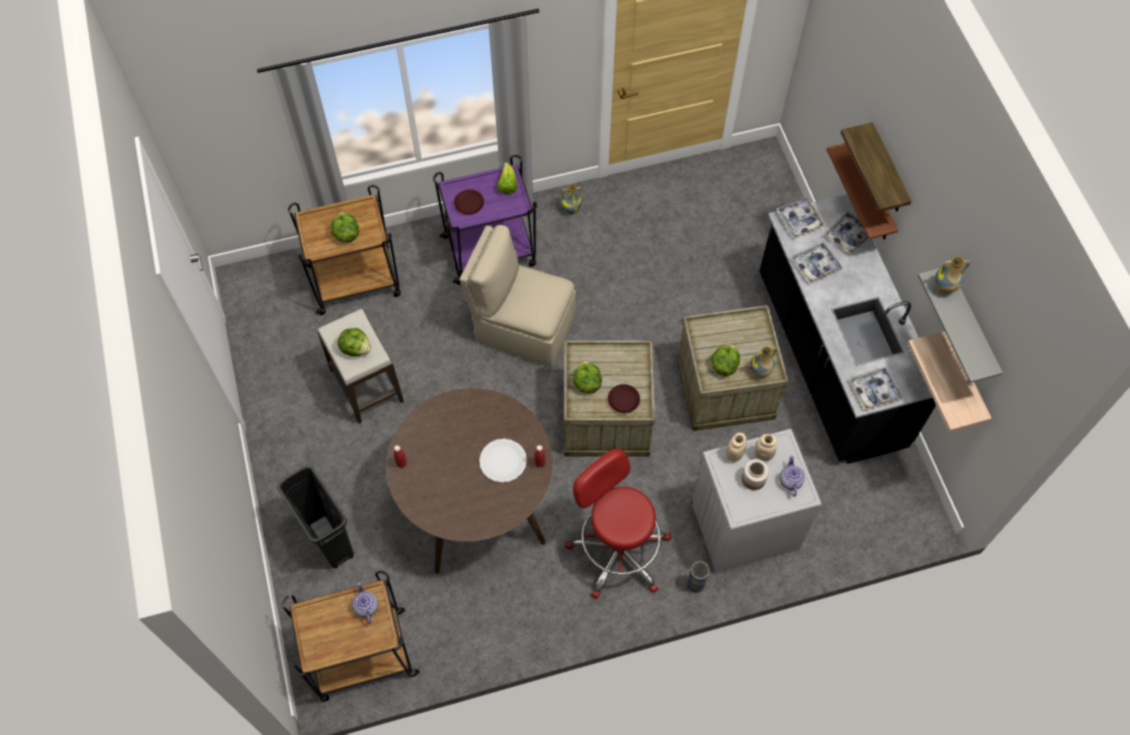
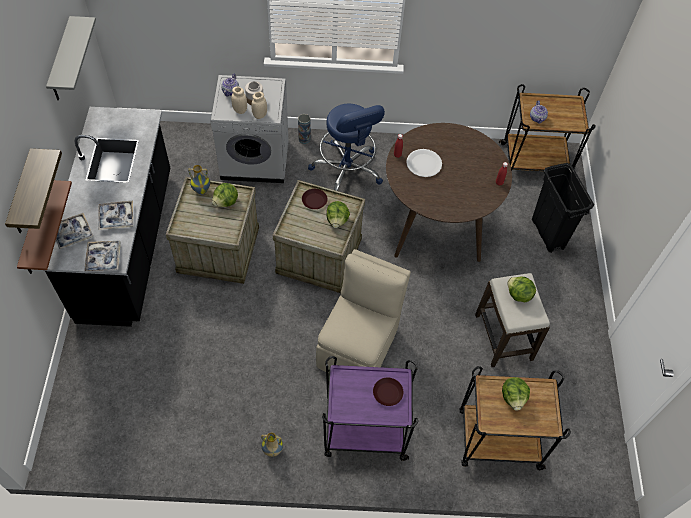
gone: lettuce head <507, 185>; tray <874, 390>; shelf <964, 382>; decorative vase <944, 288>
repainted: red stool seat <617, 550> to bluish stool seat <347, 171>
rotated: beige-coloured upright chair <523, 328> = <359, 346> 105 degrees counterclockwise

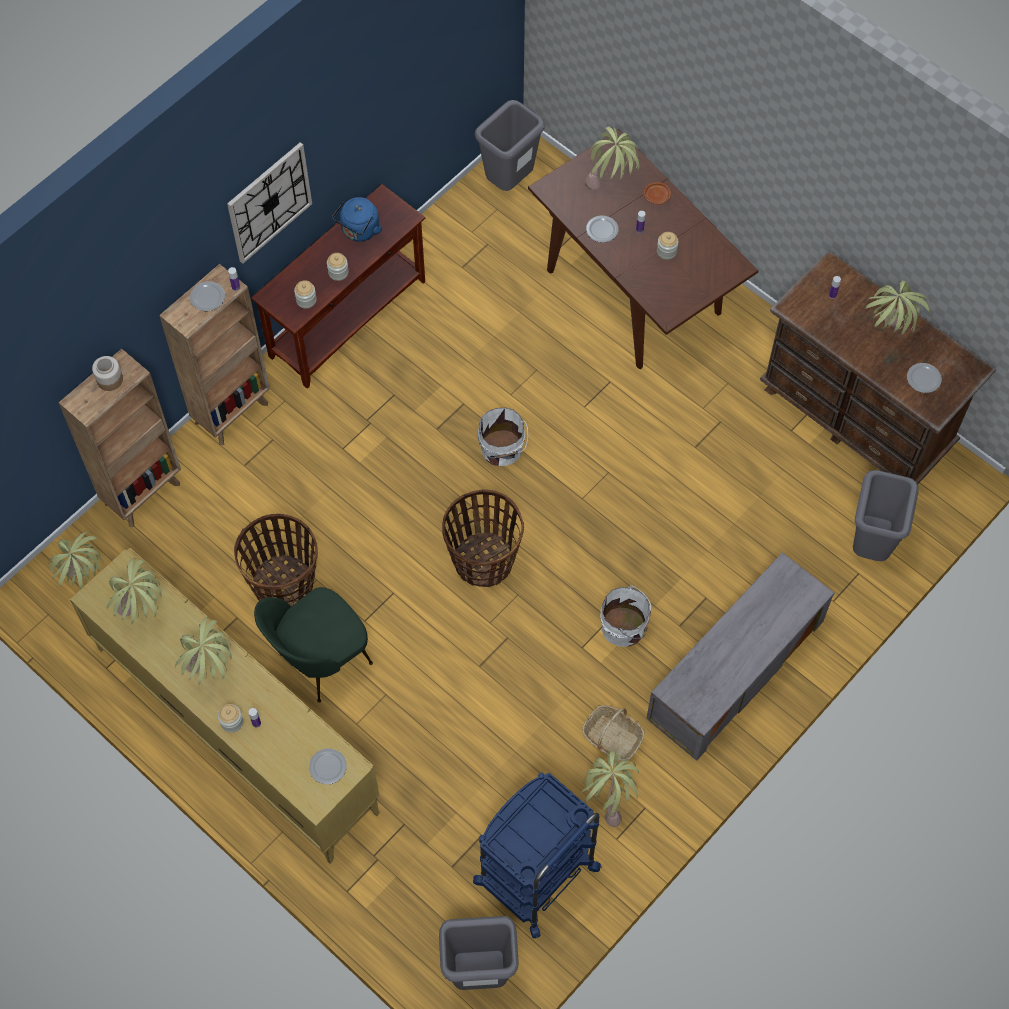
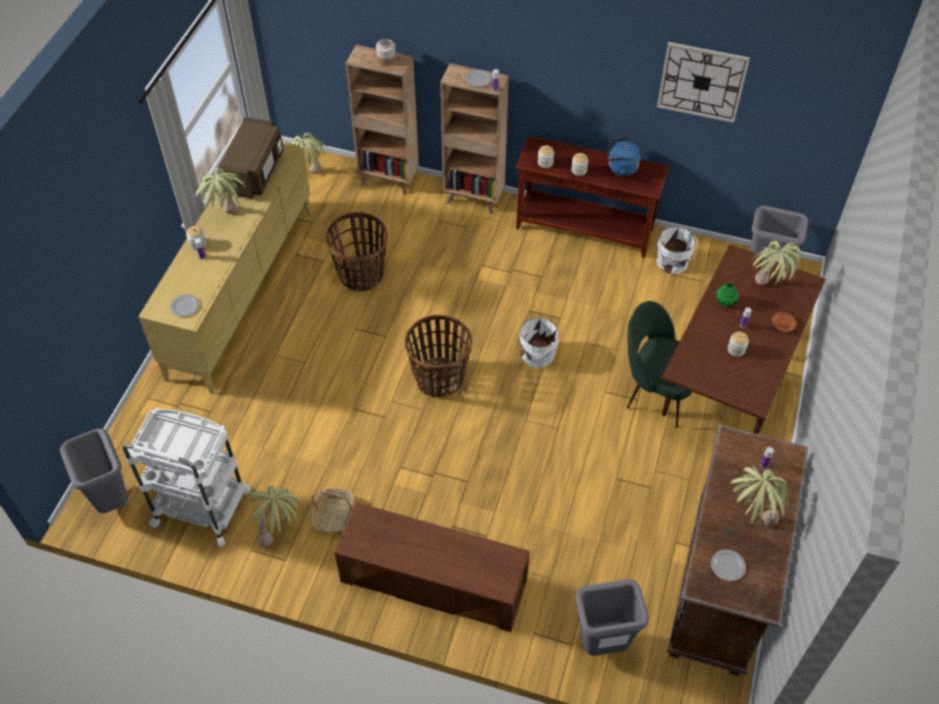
shifted: clock on the wall <269, 202> to <702, 82>; greenish upright chair <319, 663> to <655, 395>; white-coloured bucket <625, 627> to <672, 263>
swapped: plant in a pot <144, 617> to brown kitchen microwave <255, 173>; plate <602, 230> to greenish decorative vase <724, 302>
repainted: bluish trolley <536, 874> to white-coloured trolley <202, 507>; gray indoor bench <736, 671> to brown indoor bench <432, 582>

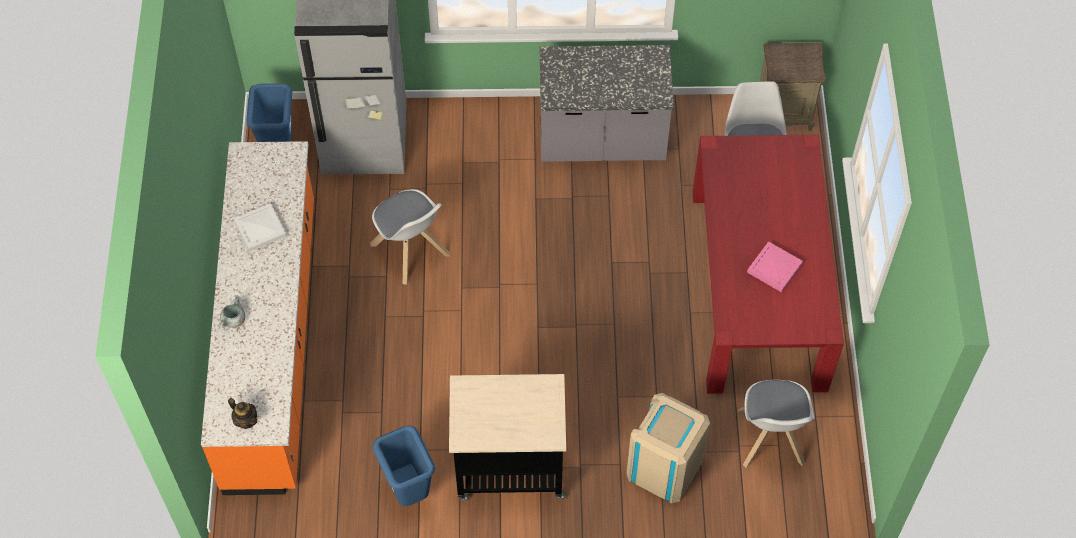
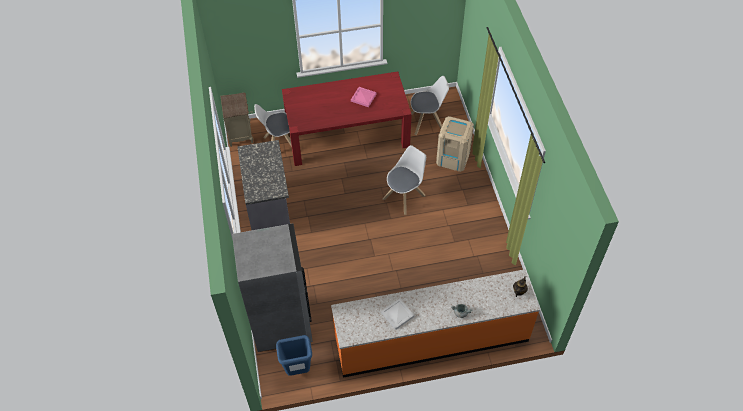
gone: bluish trash can <408, 491>; blackish trolley <509, 468>
shifted: upright chair <411, 251> to <405, 196>

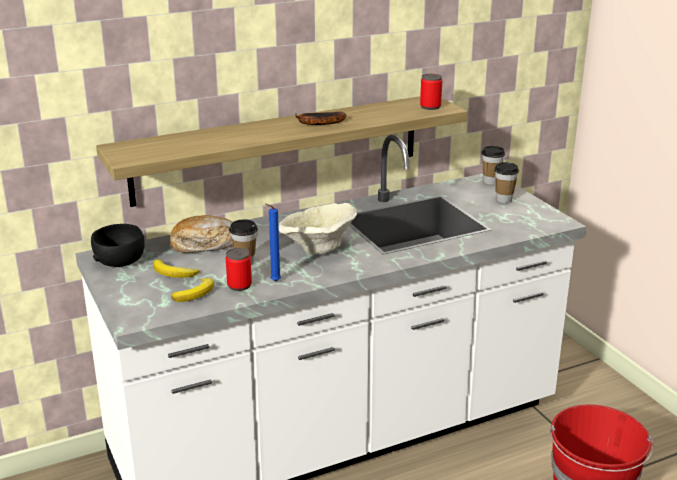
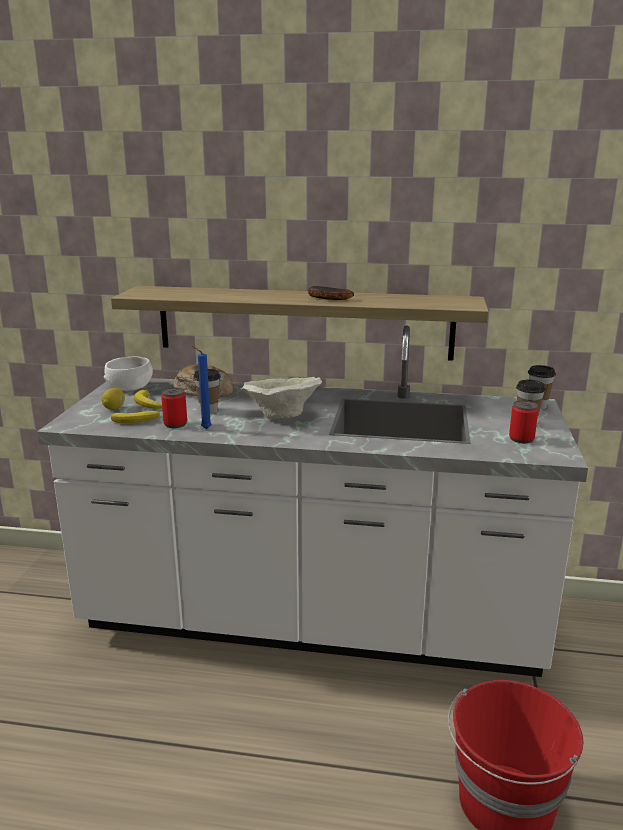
new: whole lemon <114, 408>
shifted: sealed can <430, 107> to <521, 439>
repainted: blackish bowl <120, 260> to white-coloured bowl <130, 387>

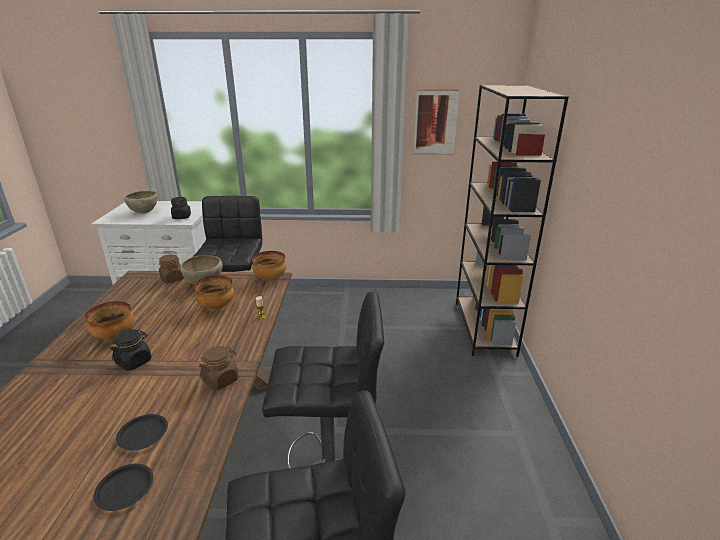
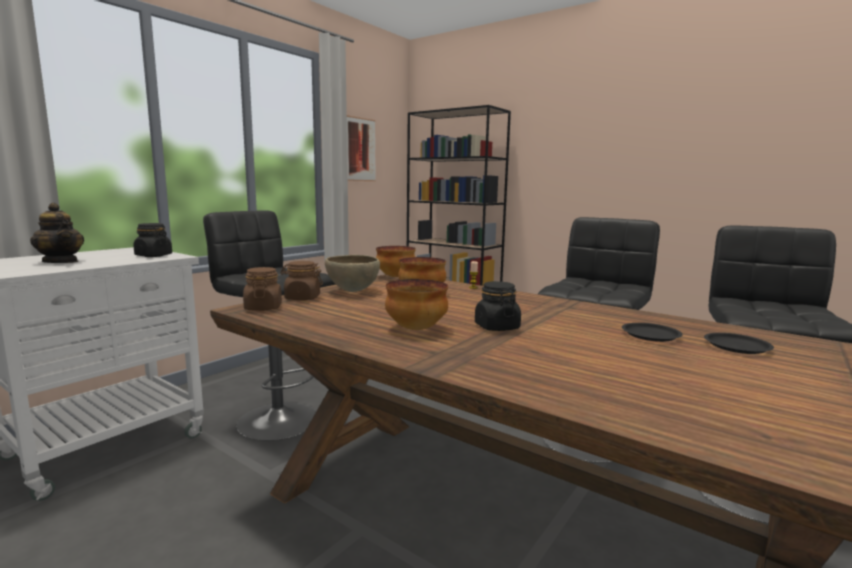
shifted: brown preserve jar <221, 380> to <263, 308>
swapped: brown bowl <144, 212> to tea pot <61, 262>

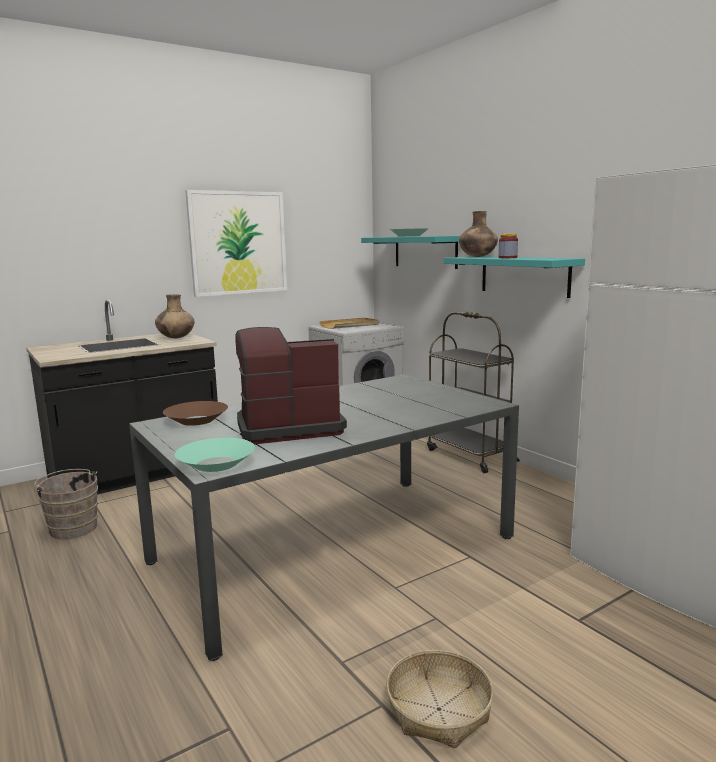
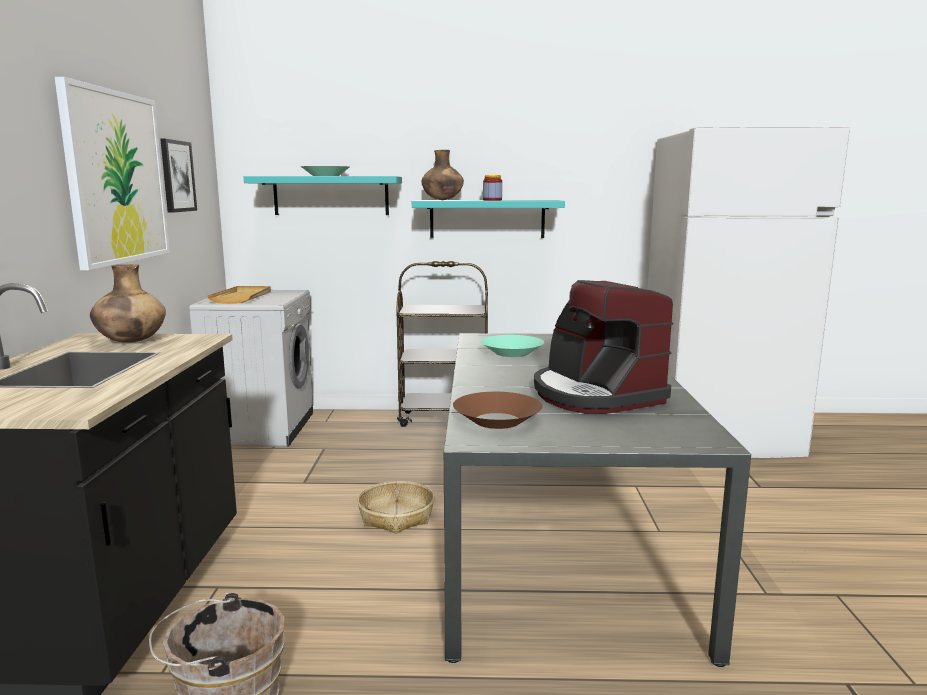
new: wall picture <177, 176>
shifted: turquoise-coloured bowl <216, 464> to <512, 353>; storage basket <438, 710> to <396, 516>
rotated: coffee brewer <287, 427> = <595, 394> 45 degrees counterclockwise

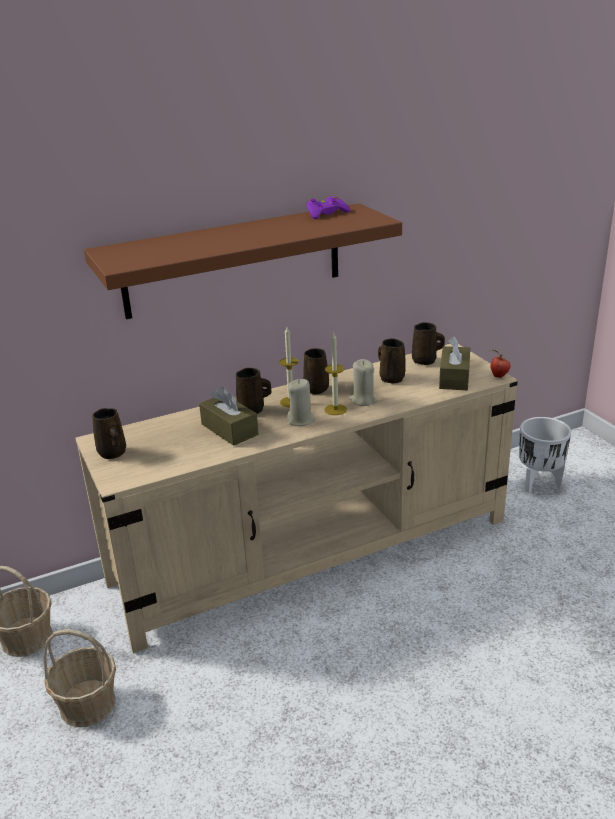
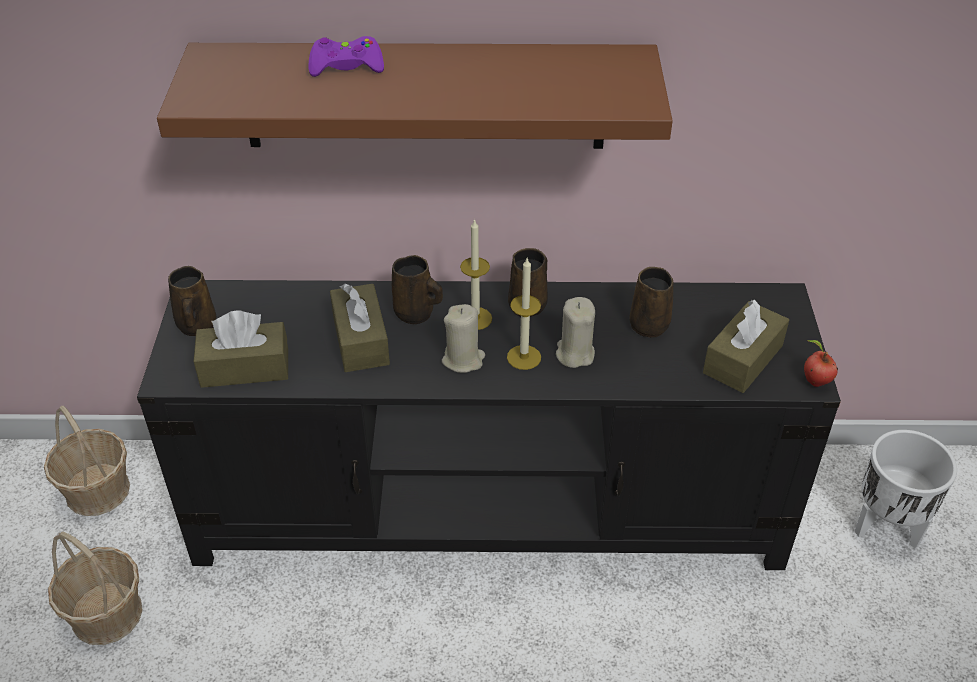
gone: brown coffee mug <425, 361>
new: brown tissue box <245, 368>
shifted: purplish gamepad <326, 213> to <346, 66>
repainted: beige-coloured tv stand <314, 551> to blackish tv stand <491, 508>

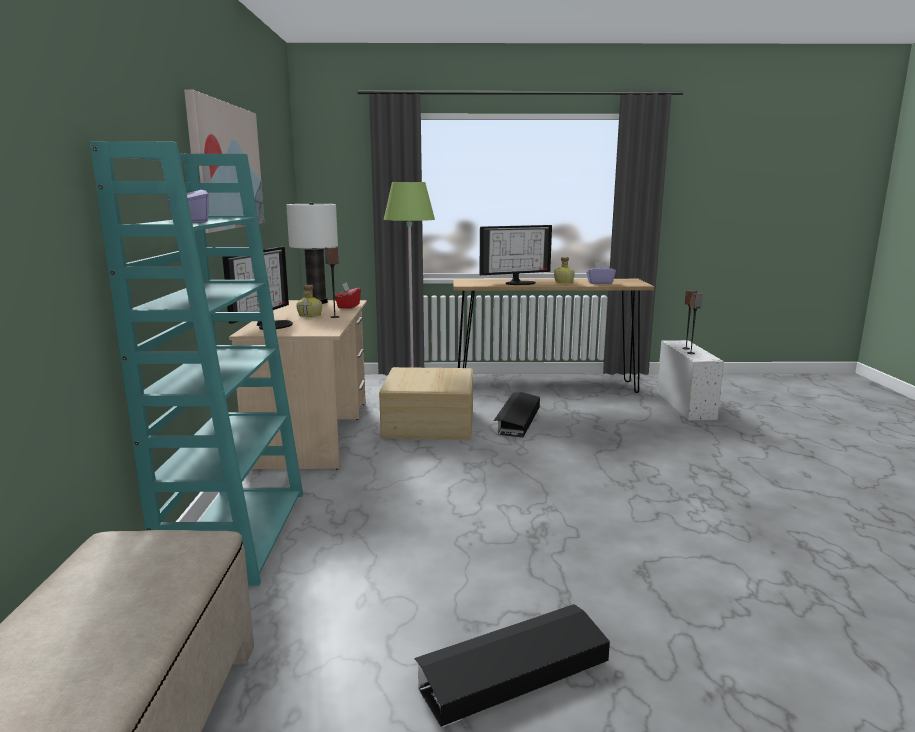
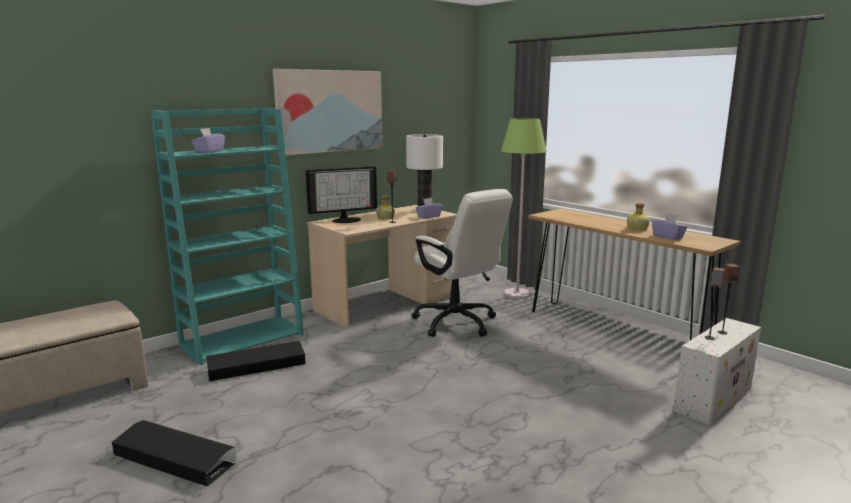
gone: monitor <519, 283>
shifted: blackish storage box <517, 420> to <256, 366>
swapped: beige-coloured storage box <429, 423> to white-coloured computer chair <458, 324>
repainted: red tissue box <348, 306> to purplish tissue box <428, 216>

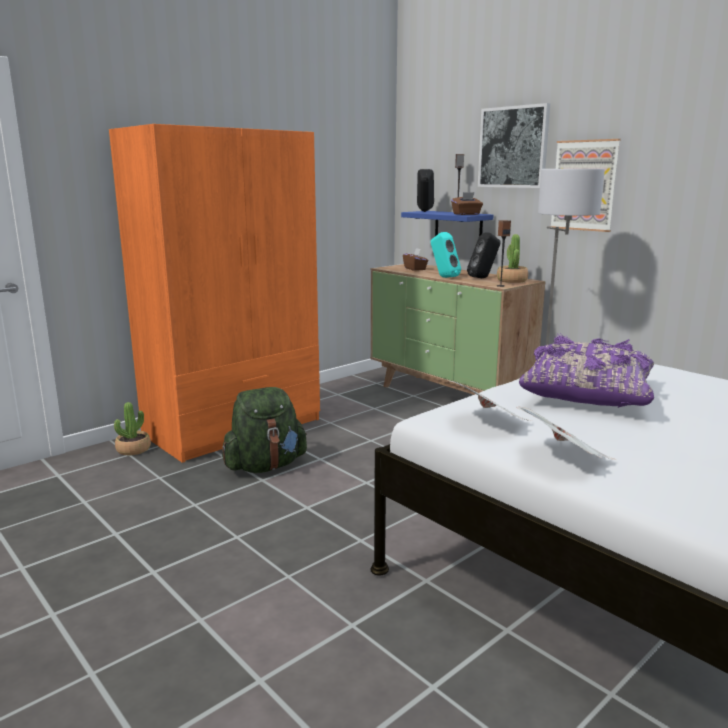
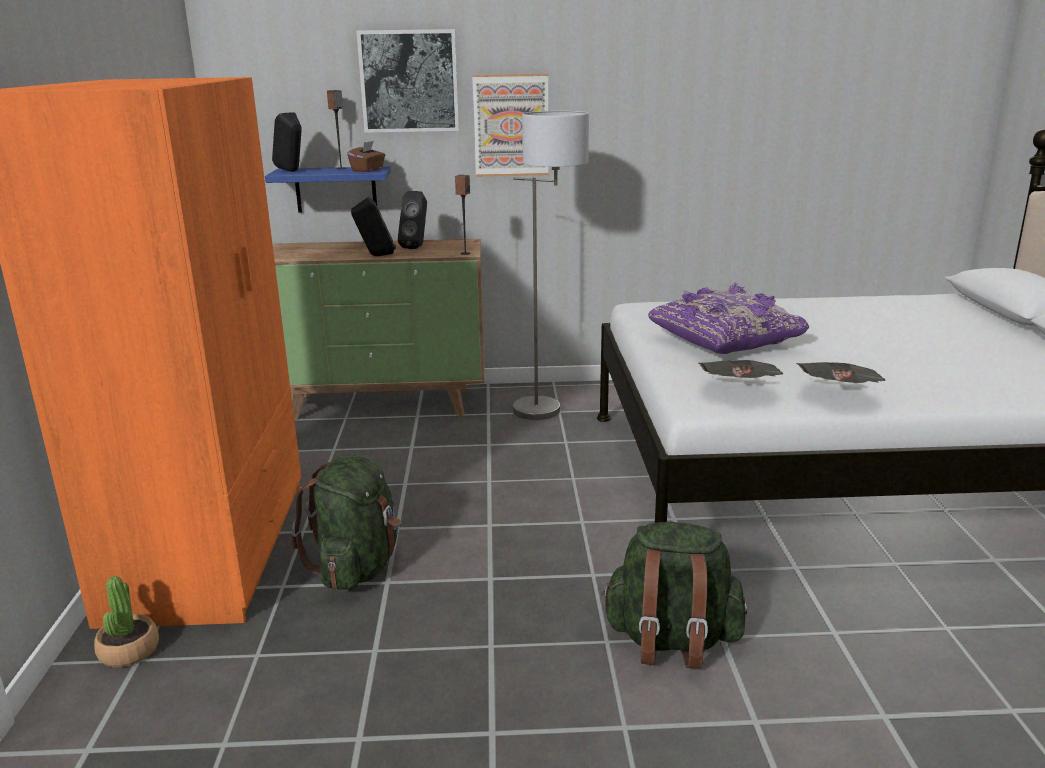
gone: brown tissue box <415, 269>; plant in a pot <511, 280>
new: greenish knapsack <671, 641>
repainted: turquoise-coloured speaker <443, 277> to blackish speaker <375, 256>

